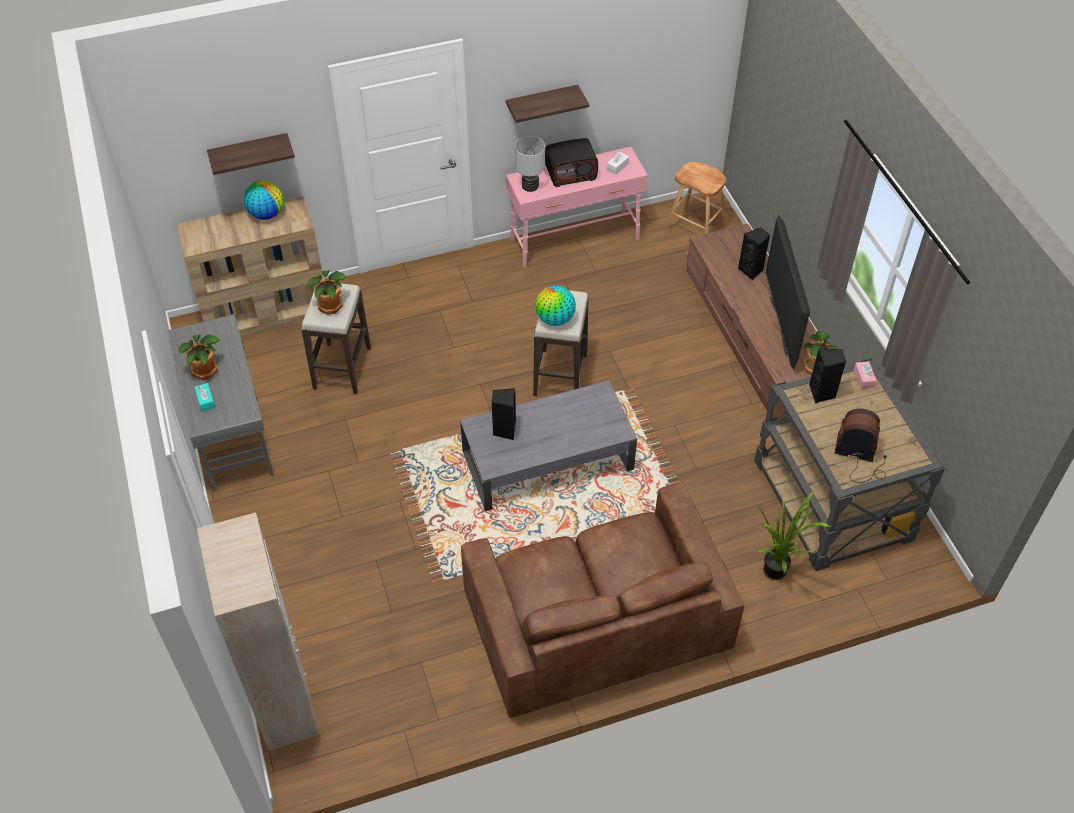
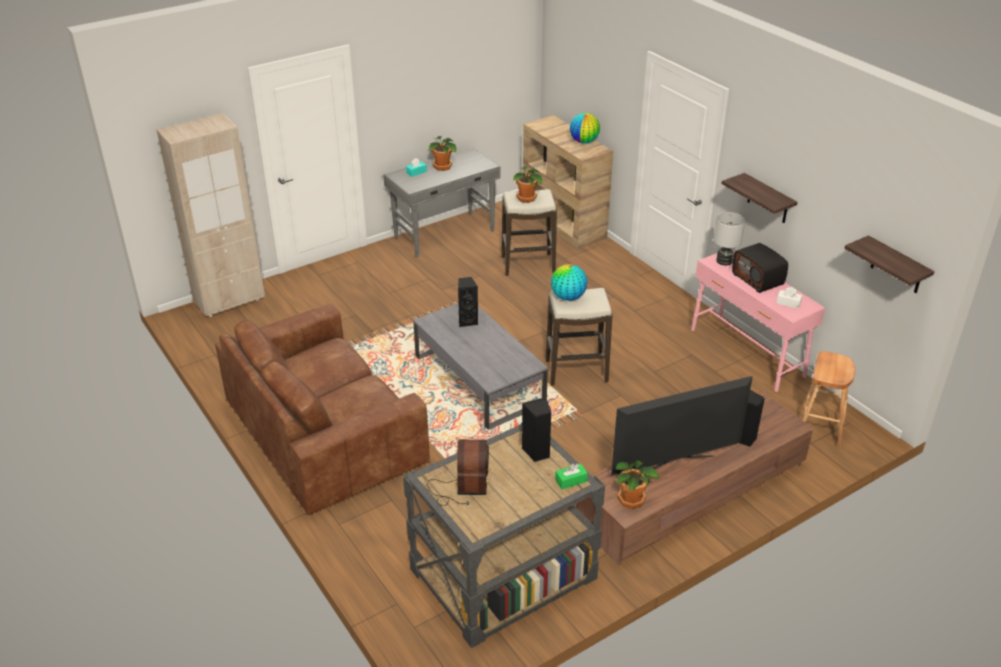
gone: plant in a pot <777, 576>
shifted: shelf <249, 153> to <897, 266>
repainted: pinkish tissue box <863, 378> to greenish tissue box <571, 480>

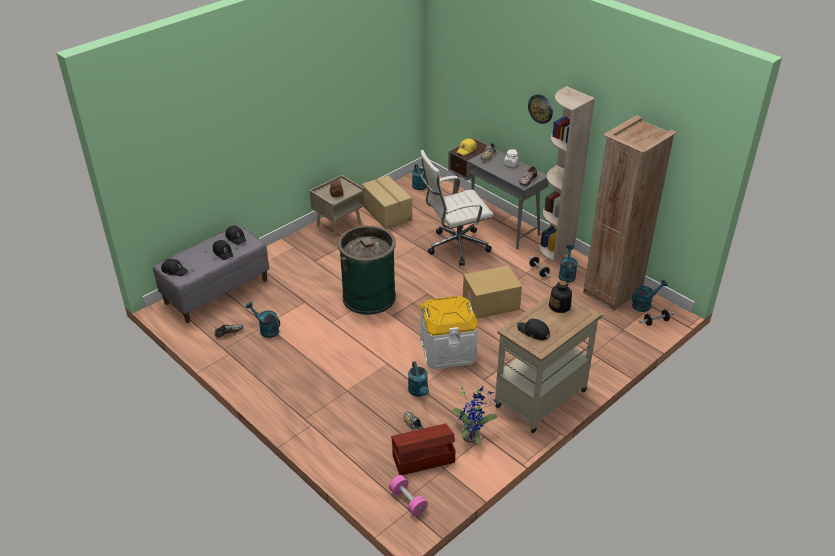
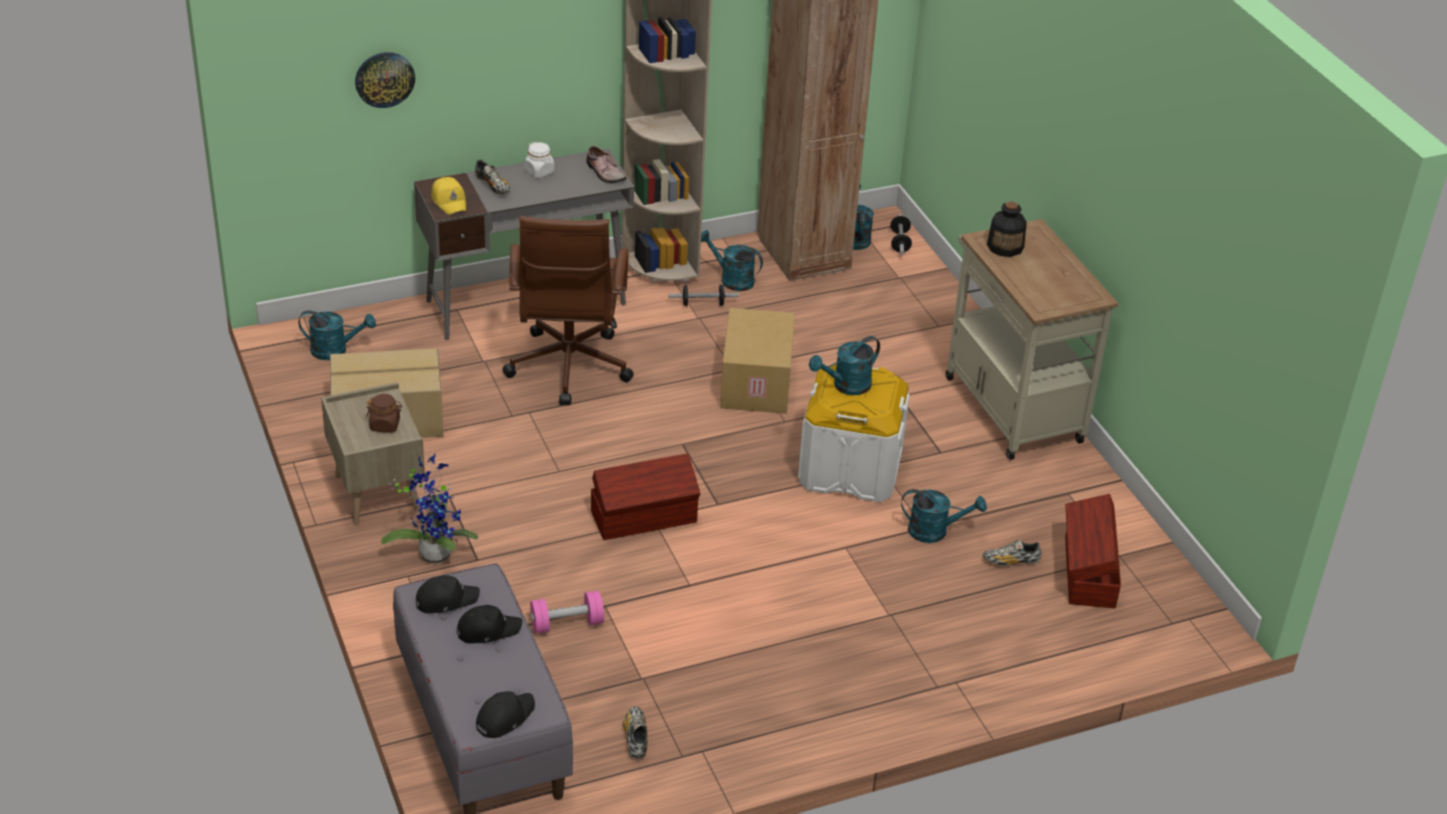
gone: blackish peaked cap <533, 332>
shifted: turquoise-coloured watering pot <266, 330> to <846, 386>; pinkish hand weight <408, 501> to <567, 623>; plant in a pot <472, 435> to <434, 552>; clock on the wall <541, 108> to <384, 79>
swapped: greenish trash can <369, 297> to brown storage box <645, 517>
repainted: white-coloured computer chair <455, 247> to brown computer chair <568, 370>

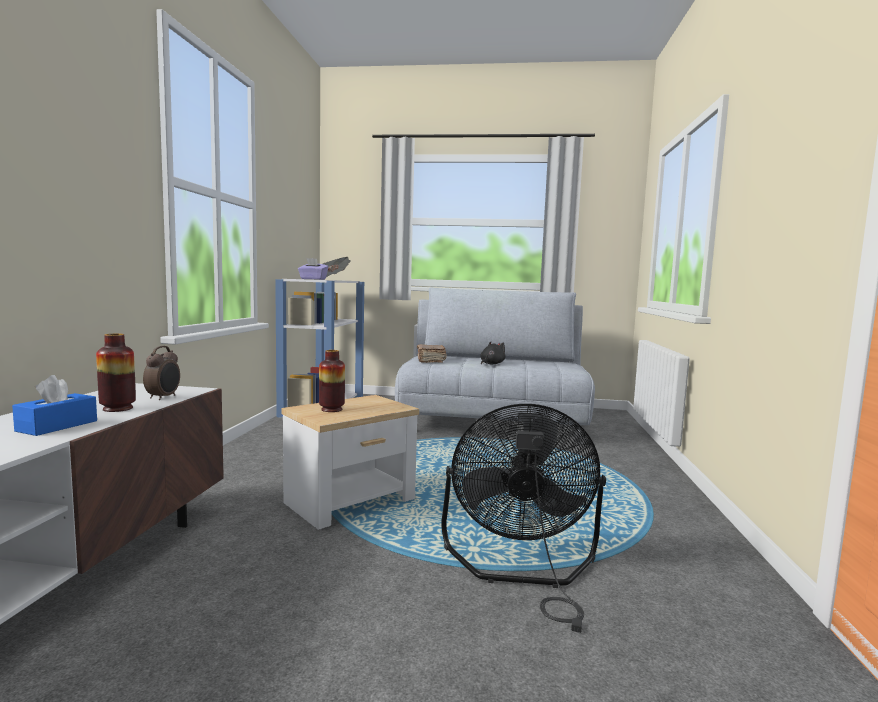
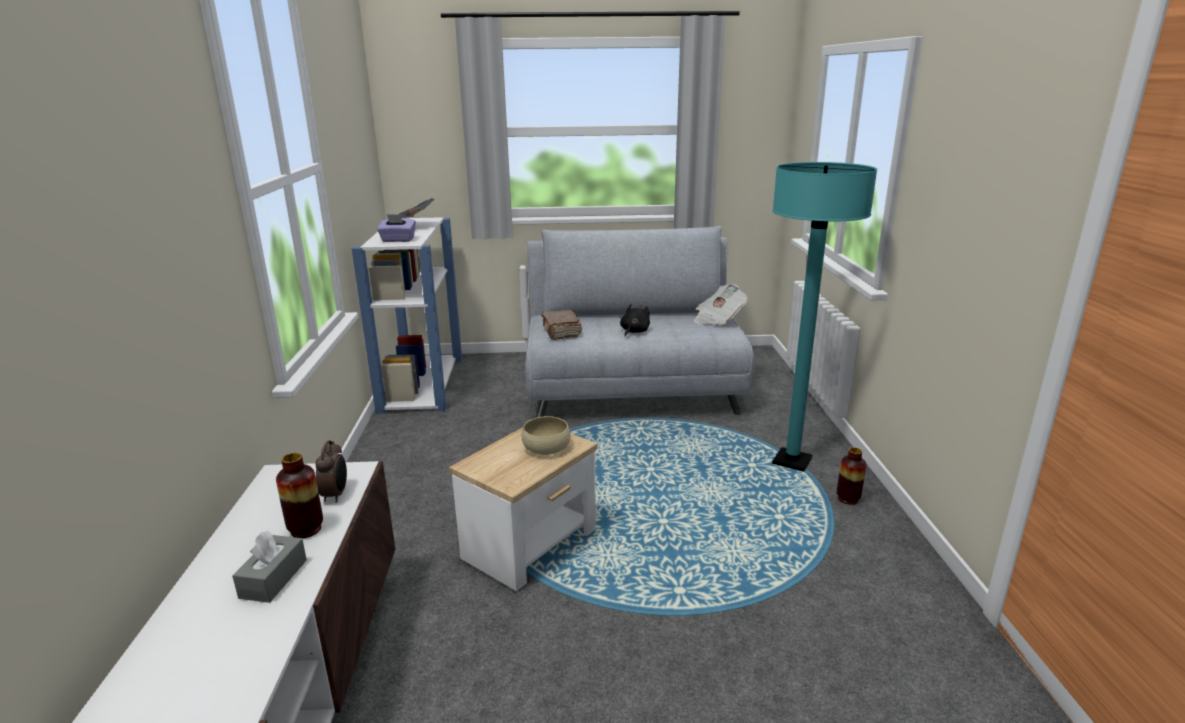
gone: blackish fan <526, 572>
new: beige-coloured bowl <546, 448>; newspaper <717, 319>; turquoise-coloured standard lamp <792, 461>
shifted: decorative vase <331, 409> to <848, 499>
repainted: bluish tissue box <57, 426> to gray tissue box <273, 579>

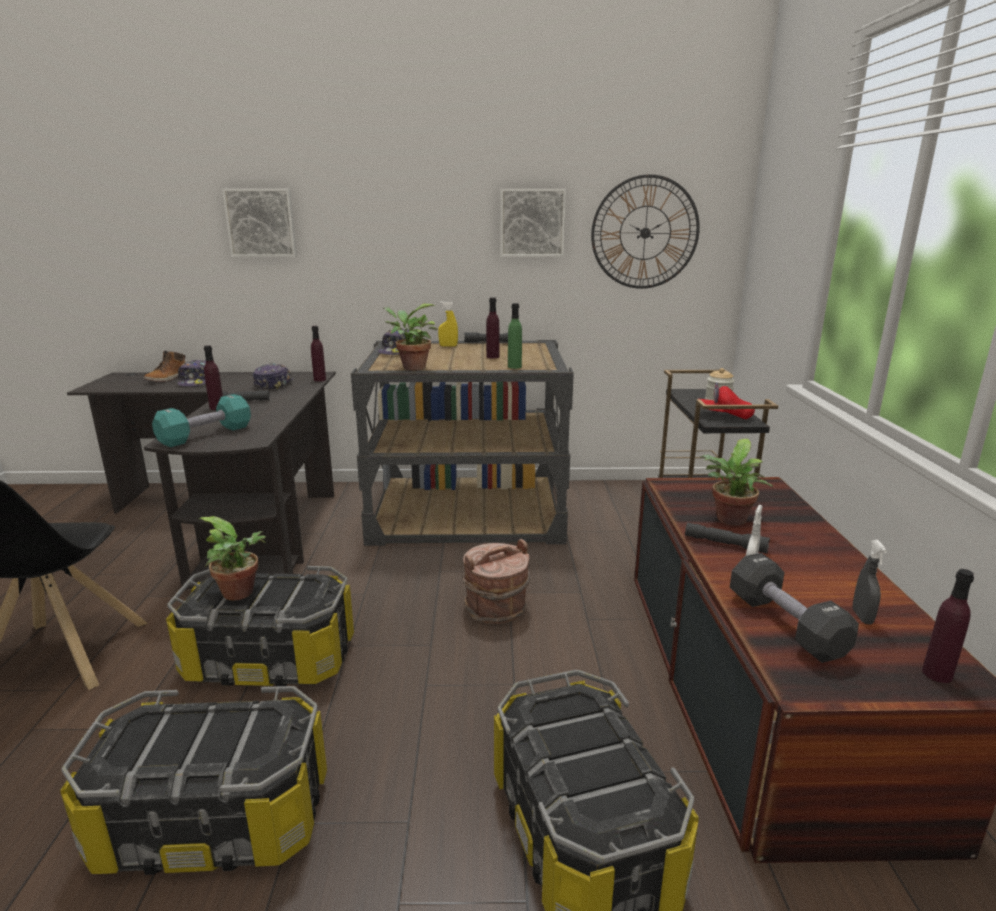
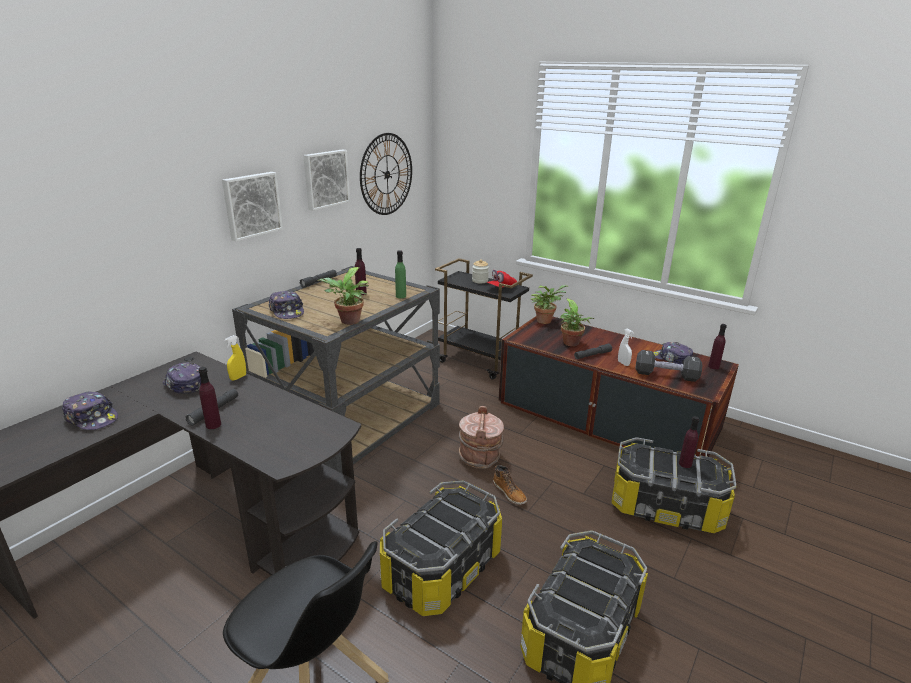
gone: turquoise-coloured hand weight <206, 435>
shifted: high-top boot <168, 378> to <509, 493>; plant in a pot <242, 593> to <545, 320>; wall picture <261, 223> to <251, 205>; purplish beverage bottle <320, 380> to <685, 464>; yellow-coloured spray bottle <448, 346> to <238, 377>
swapped: gray spray bottle <862, 617> to peaked cap <671, 359>

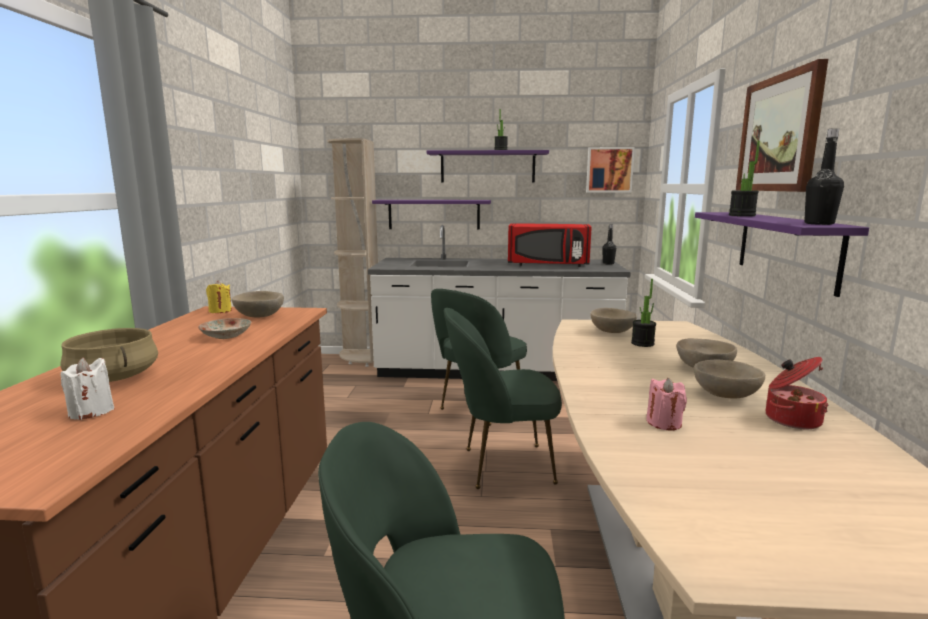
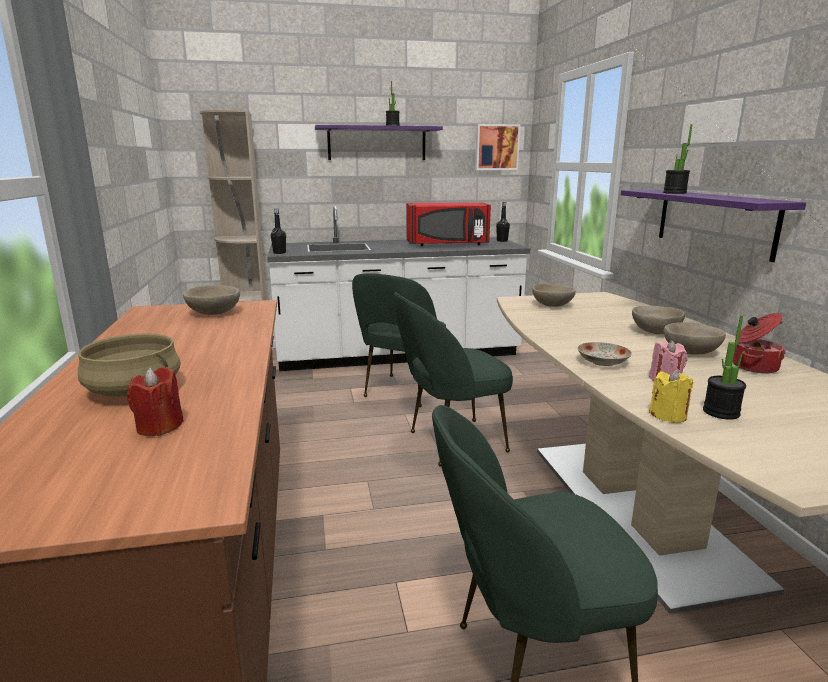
gone: purplish shelf <434, 214>; wall picture <779, 134>
shifted: plate <225, 336> to <602, 362>; yellow-coloured wax candle <220, 311> to <668, 415>; plant in a pot <642, 343> to <721, 412>; blackish beverage bottle <819, 223> to <279, 253>
repainted: white-coloured wax candle <91, 412> to red wax candle <159, 427>

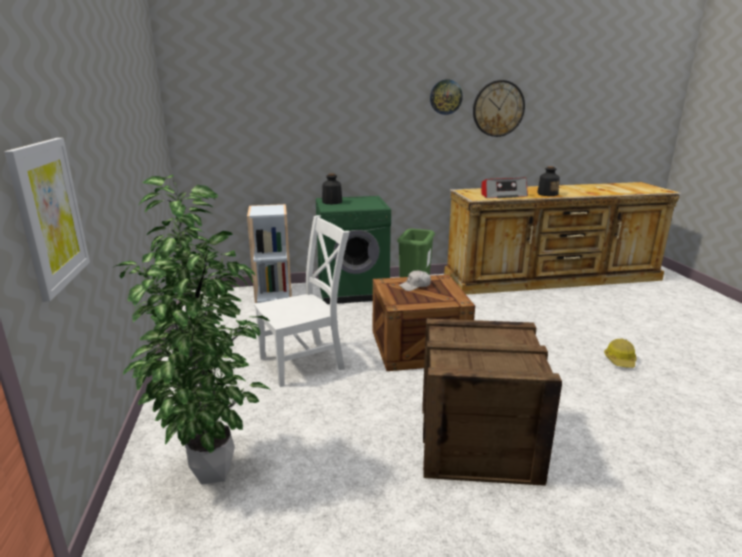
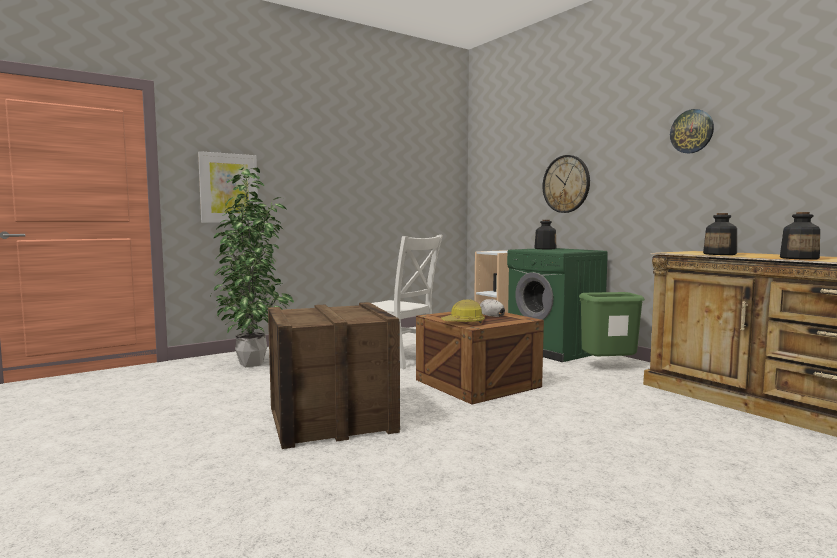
shifted: clock on the wall <498, 108> to <566, 184>; work helmet <620, 360> to <463, 323>
swapped: radio <503, 195> to beverage bottle <720, 254>

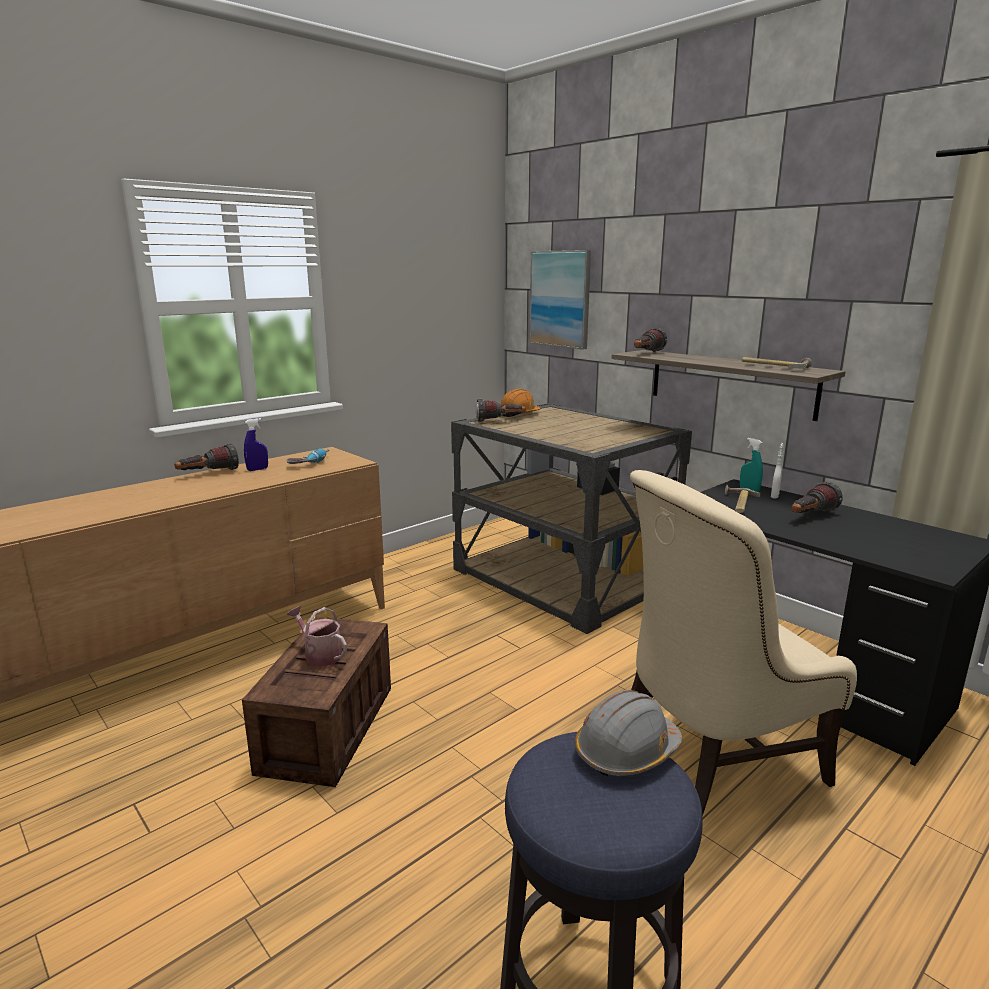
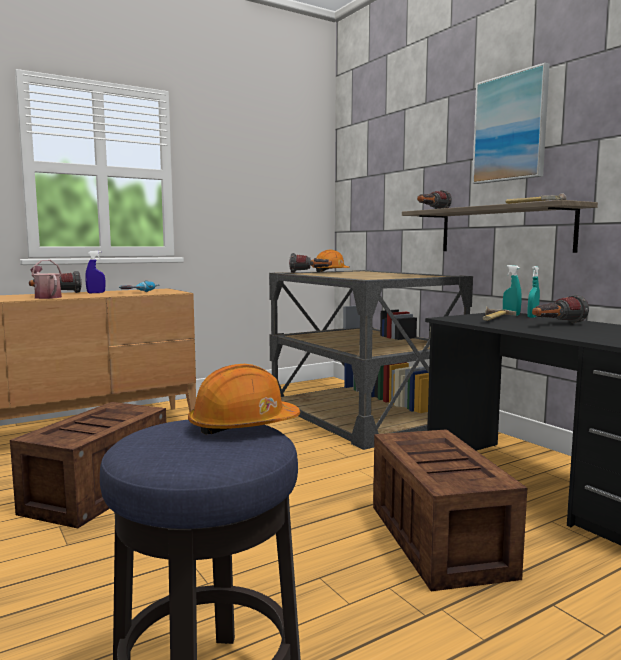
shifted: watering pot <320, 654> to <46, 297>; wall picture <560, 299> to <510, 128>
swapped: beige-coloured upright chair <711, 755> to crate <436, 538>
repainted: gray work helmet <626, 752> to orange-coloured work helmet <243, 426>; white-coloured spray bottle <774, 496> to turquoise-coloured spray bottle <532, 317>

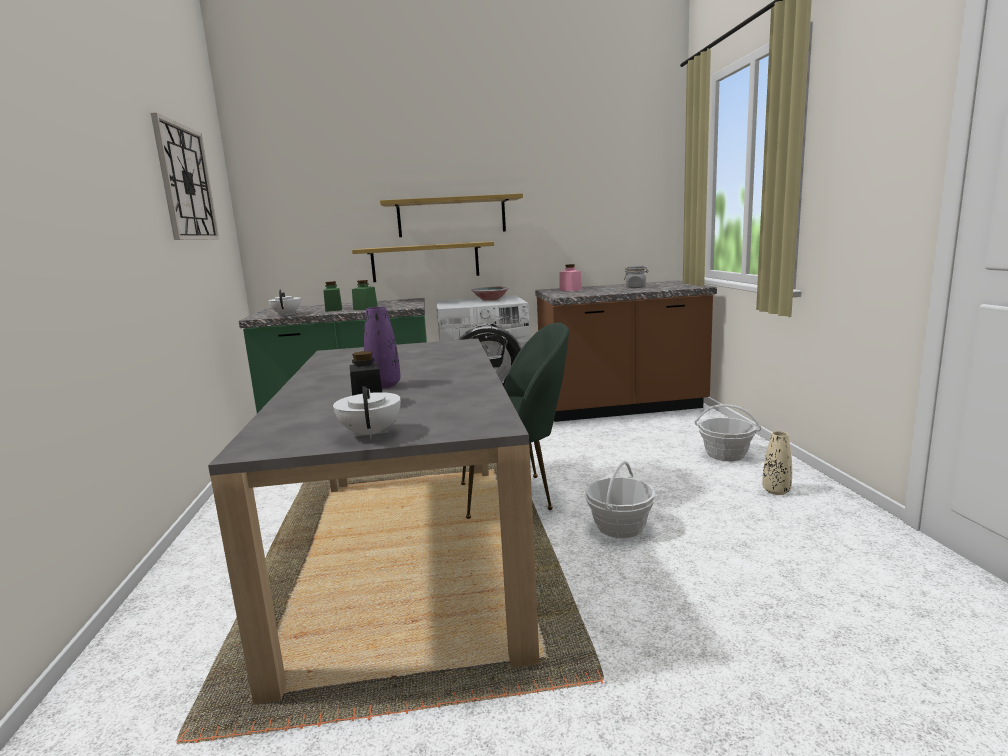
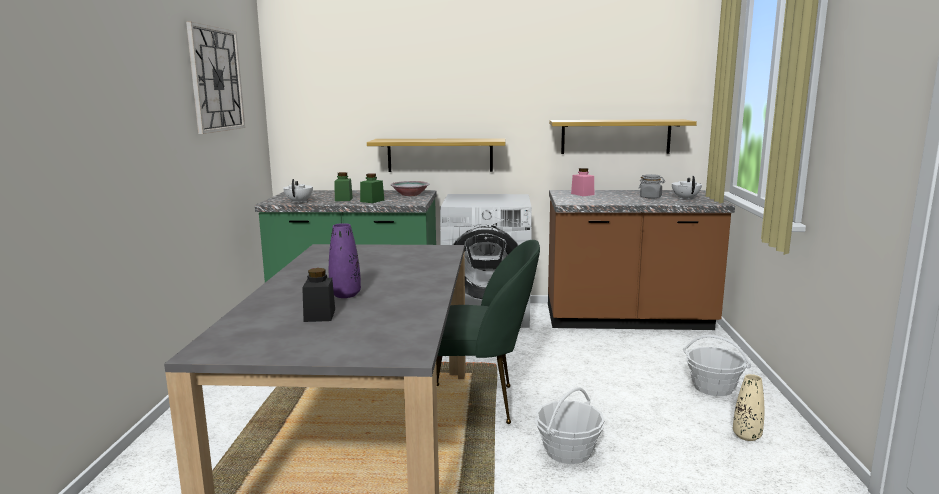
shifted: white-coloured tea pot <371, 433> to <685, 198>; shelf <451, 217> to <615, 136>; bowl <490, 299> to <409, 194>

